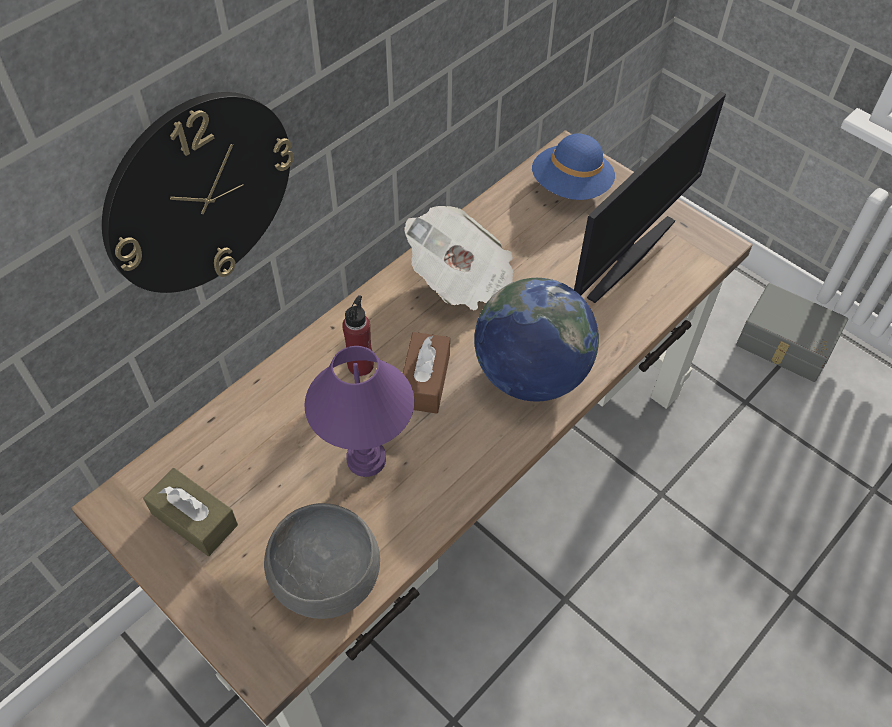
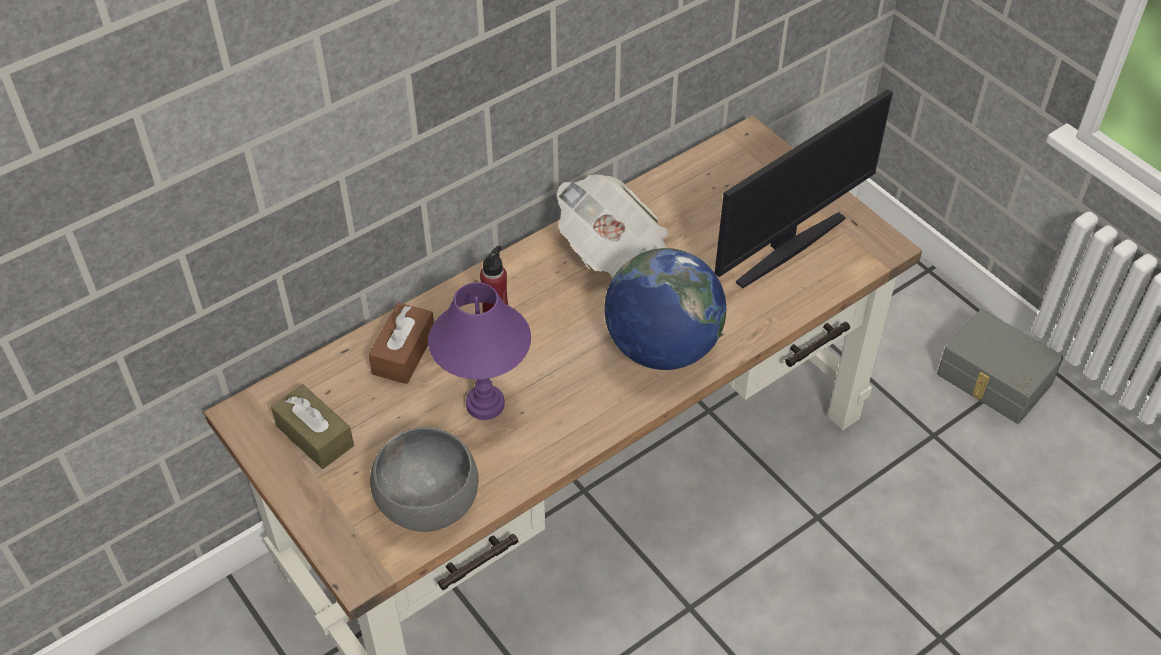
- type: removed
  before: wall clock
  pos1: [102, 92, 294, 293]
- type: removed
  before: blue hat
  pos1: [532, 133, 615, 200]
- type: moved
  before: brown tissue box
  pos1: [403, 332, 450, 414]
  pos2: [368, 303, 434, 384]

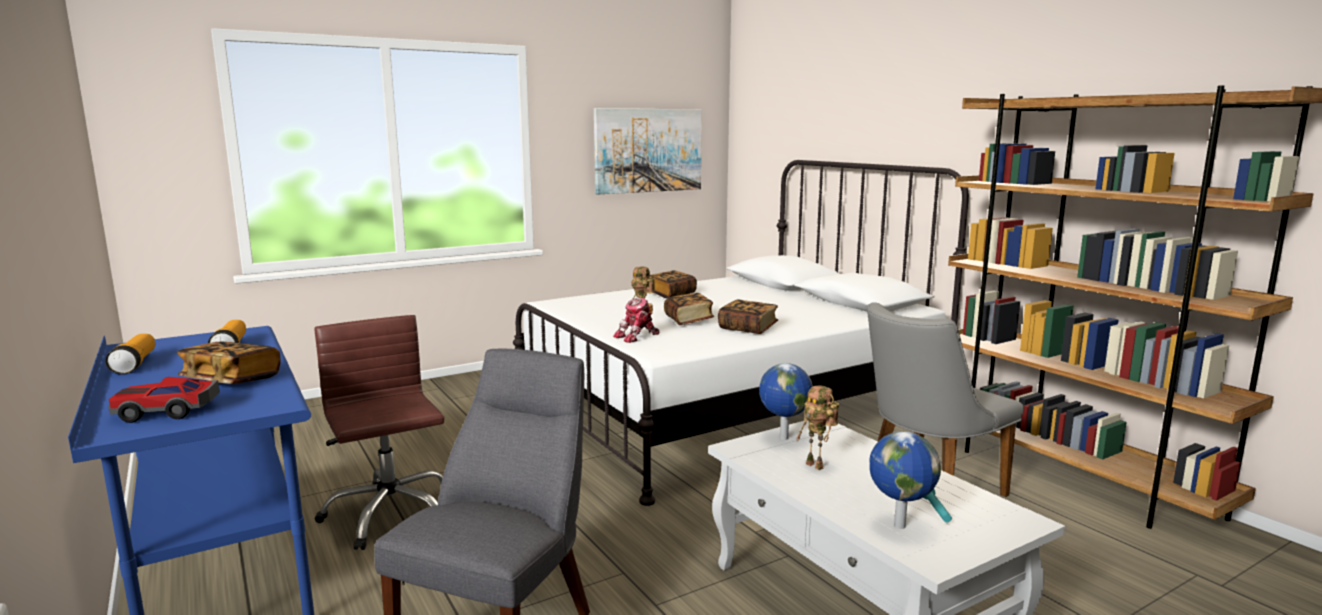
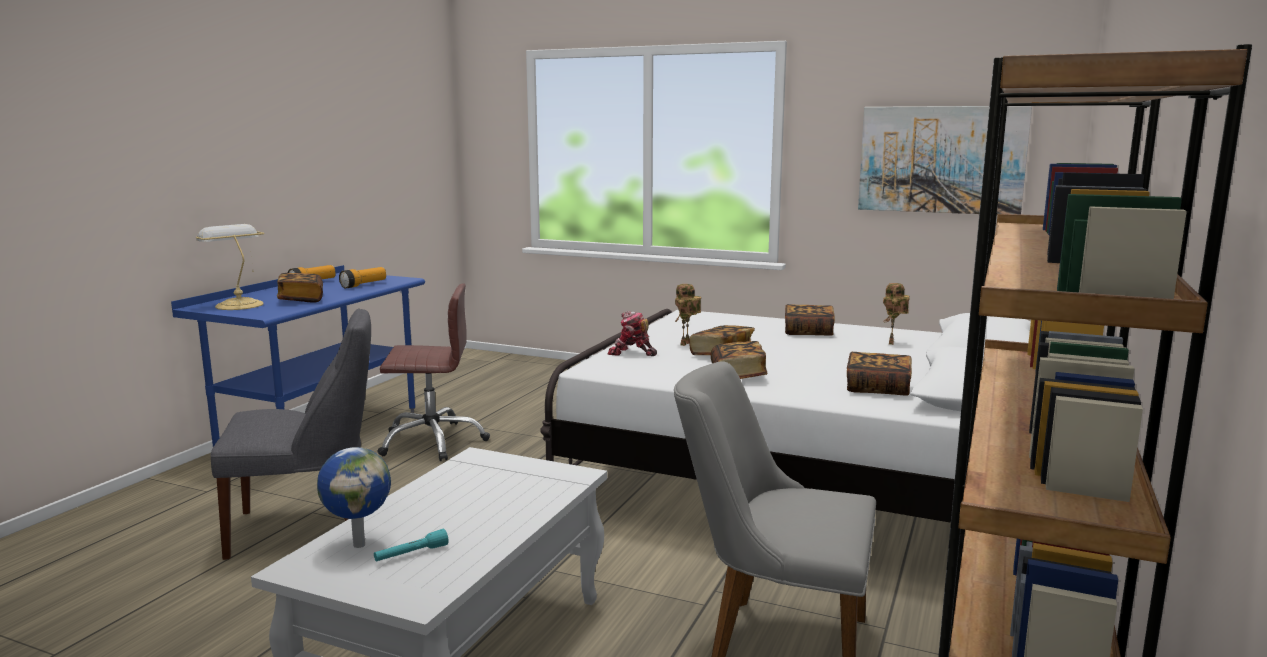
- type: removed
  before: globe
  pos1: [759, 363, 813, 440]
- type: added
  after: book
  pos2: [847, 352, 912, 396]
- type: moved
  before: toy robot
  pos1: [796, 386, 839, 470]
  pos2: [883, 283, 910, 345]
- type: replaced
  before: toy car
  after: table lamp
  pos1: [108, 377, 220, 423]
  pos2: [196, 224, 264, 310]
- type: turned
  before: brown office chair
  pos1: [314, 315, 444, 550]
  pos2: [377, 283, 490, 461]
  turn: 60

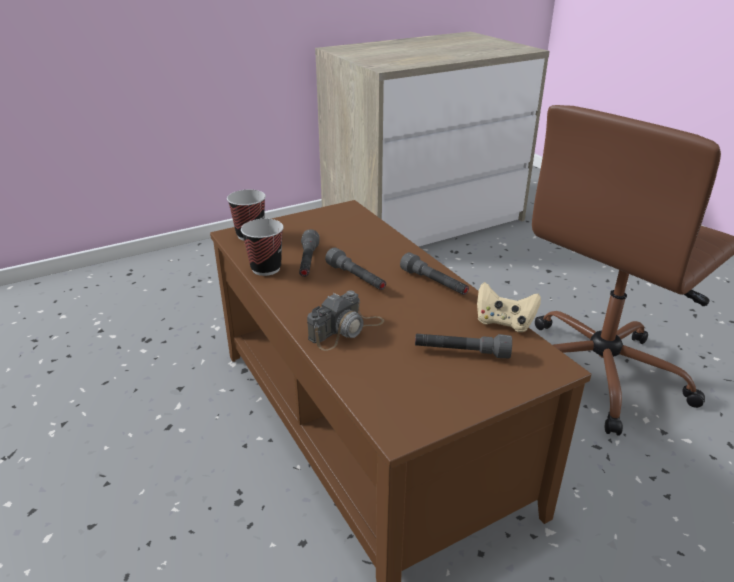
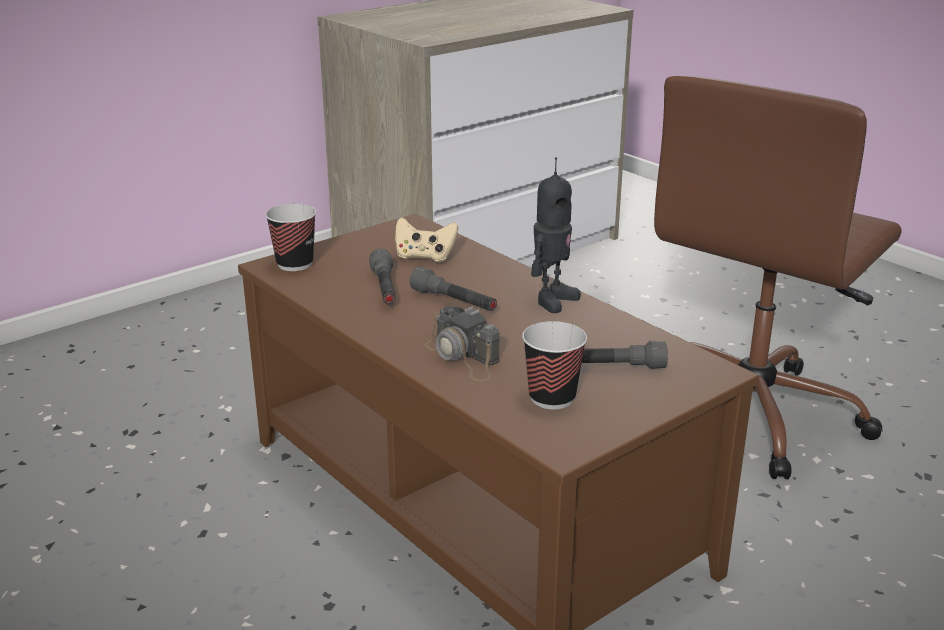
- type: moved
  before: cup
  pos1: [241, 219, 284, 276]
  pos2: [522, 321, 587, 409]
- type: moved
  before: beige game controller
  pos1: [477, 282, 541, 332]
  pos2: [395, 217, 458, 262]
- type: replaced
  before: grey flashlight
  after: toy robot
  pos1: [400, 252, 469, 295]
  pos2: [531, 157, 581, 313]
- type: turned
  before: photo camera
  pos1: [307, 290, 384, 351]
  pos2: [425, 306, 500, 381]
  turn: 105

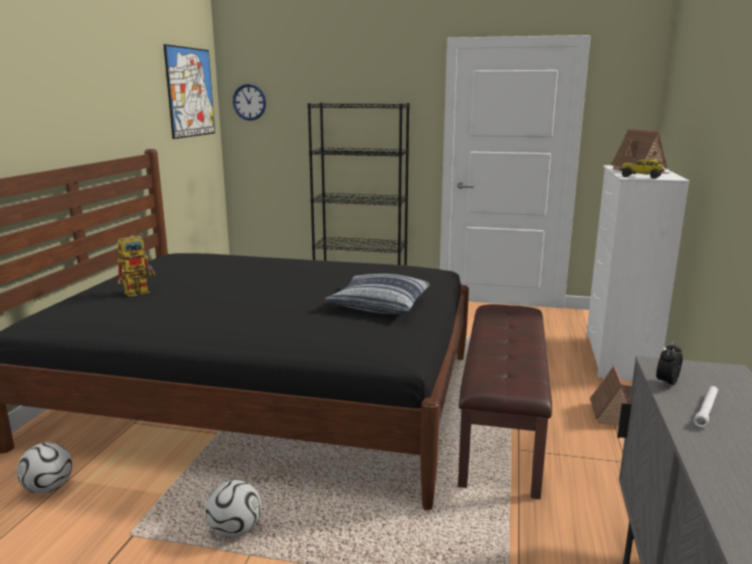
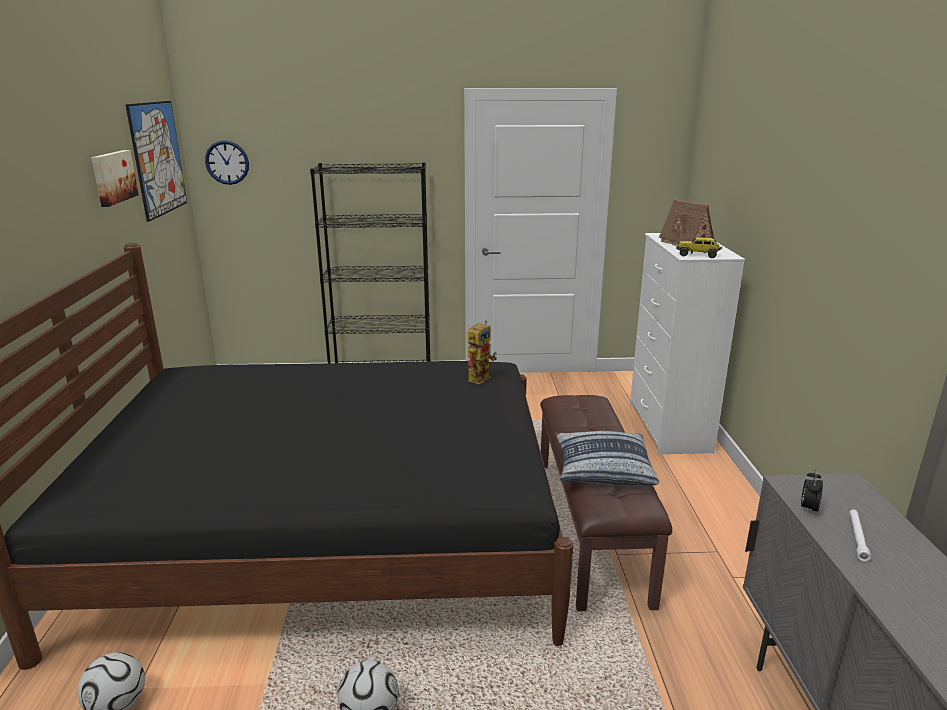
- type: removed
  before: toy house
  pos1: [590, 365, 632, 425]
- type: added
  after: picture
  pos2: [91, 150, 139, 207]
- type: moved
  before: toy robot
  pos1: [117, 233, 155, 297]
  pos2: [468, 320, 497, 384]
- type: moved
  before: pillow
  pos1: [323, 274, 430, 314]
  pos2: [555, 431, 659, 485]

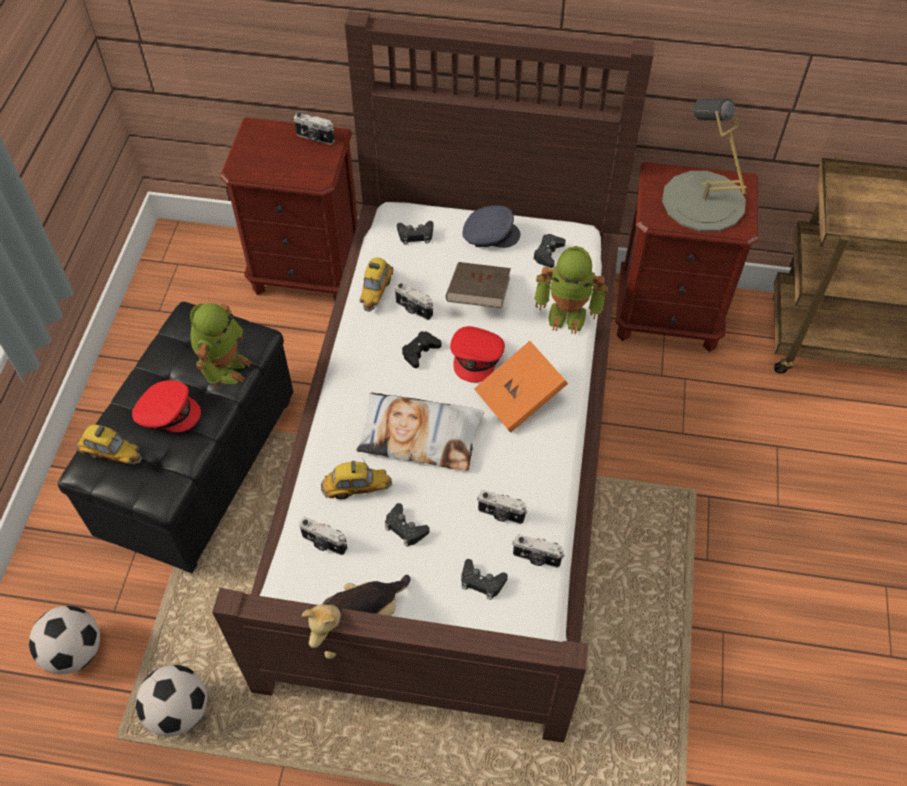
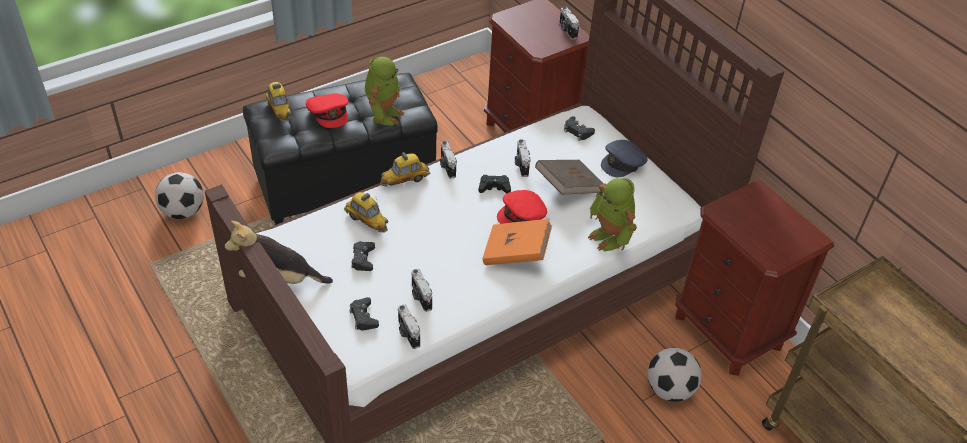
- type: removed
  before: pillow
  pos1: [356, 392, 484, 471]
- type: removed
  before: black game controller
  pos1: [533, 234, 566, 268]
- type: removed
  before: grey table lamp
  pos1: [662, 99, 747, 232]
- type: moved
  before: football
  pos1: [136, 665, 207, 737]
  pos2: [648, 348, 702, 402]
- type: moved
  before: photo camera
  pos1: [299, 517, 347, 555]
  pos2: [440, 141, 457, 179]
- type: moved
  before: toy car
  pos1: [360, 258, 393, 312]
  pos2: [380, 152, 431, 186]
- type: turned
  before: toy robot
  pos1: [190, 303, 251, 388]
  pos2: [365, 57, 404, 125]
  turn: -45
- type: turned
  before: grey cap
  pos1: [462, 205, 520, 248]
  pos2: [601, 140, 647, 177]
  turn: 90

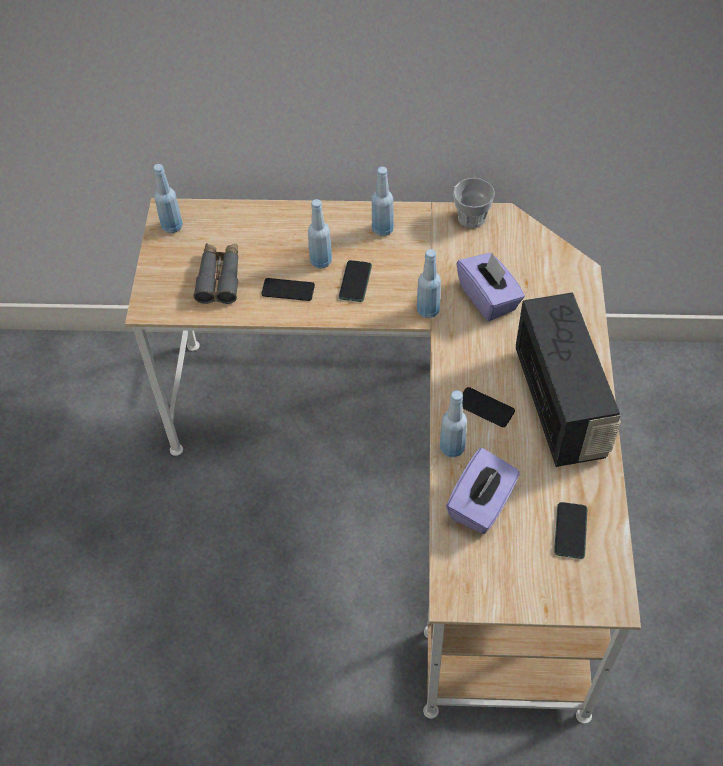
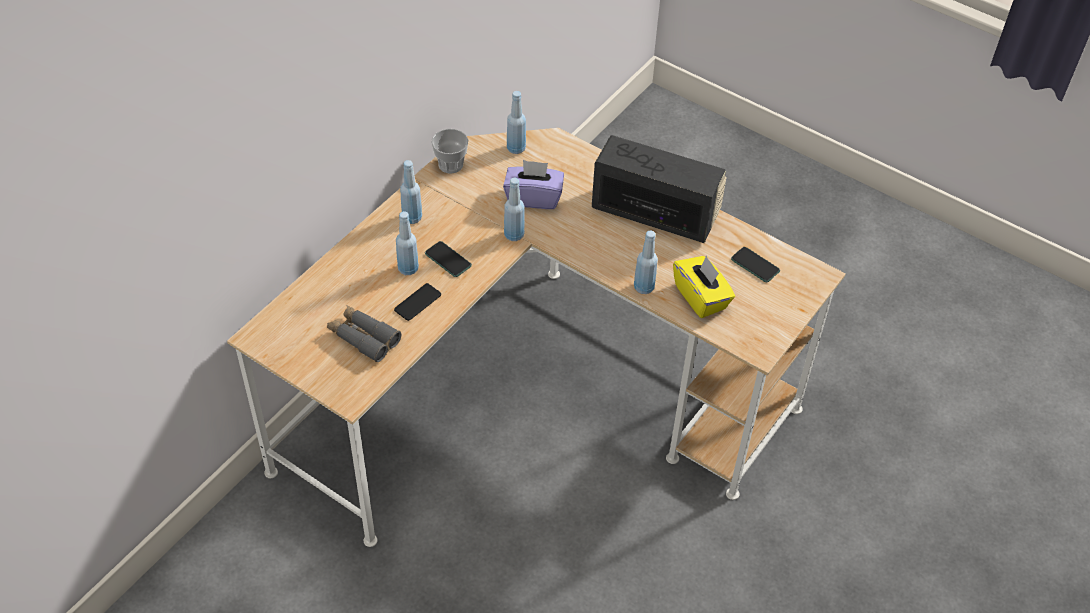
- type: removed
  before: phone
  pos1: [462, 387, 515, 427]
- type: moved
  before: blue bottle
  pos1: [153, 164, 183, 233]
  pos2: [507, 91, 526, 154]
- type: recoloured
  before: purple tissue box
  after: yellow tissue box
  pos1: [446, 448, 520, 534]
  pos2: [673, 255, 735, 318]

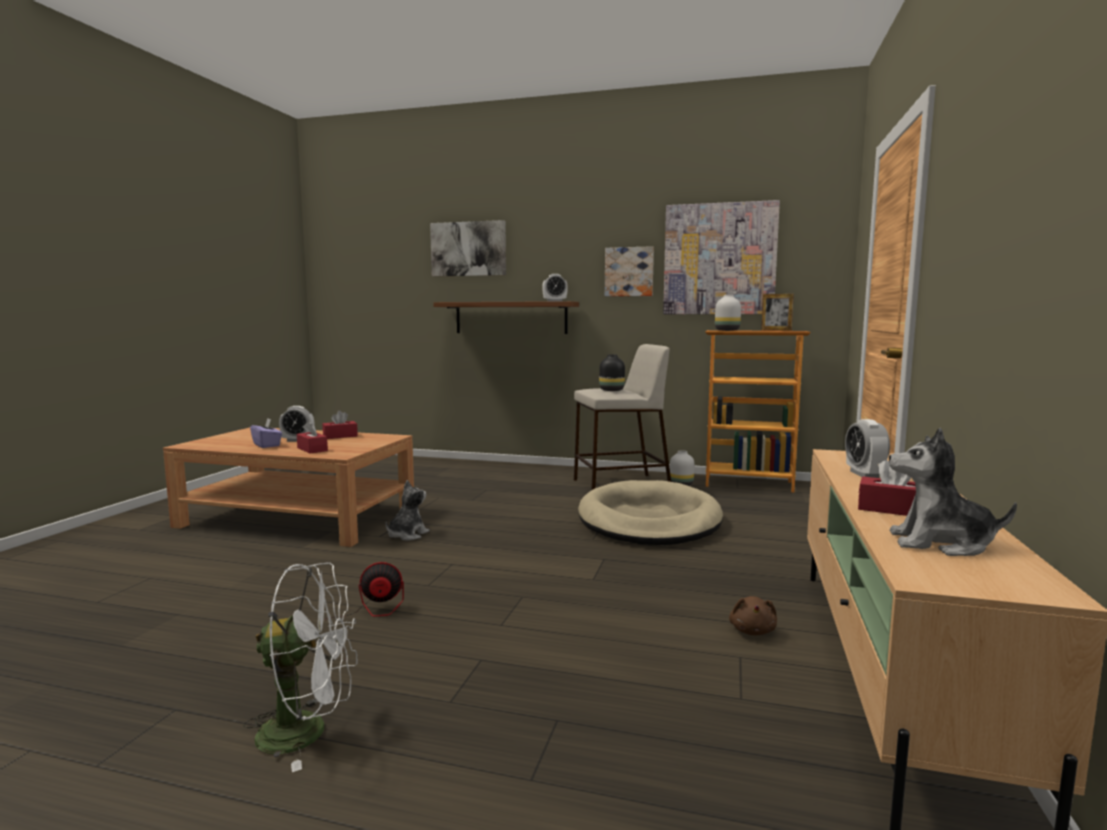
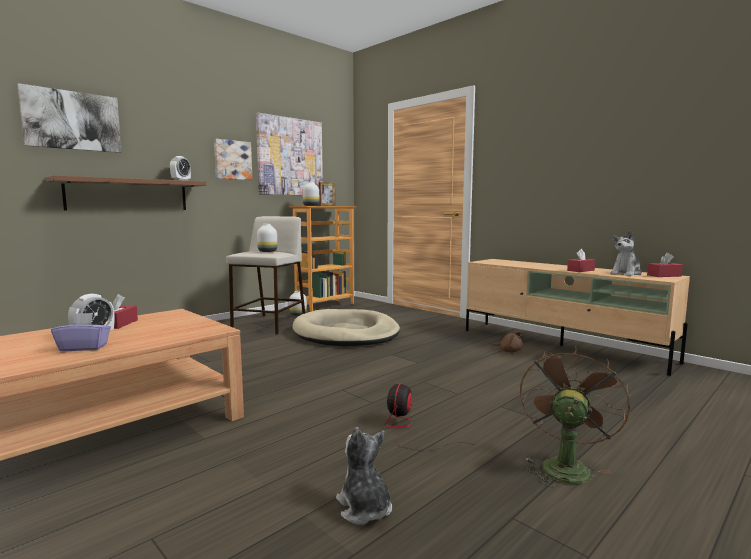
- type: removed
  before: alarm clock
  pos1: [845, 419, 890, 478]
- type: moved
  before: red tissue box
  pos1: [297, 421, 328, 453]
  pos2: [647, 252, 683, 277]
- type: moved
  before: plush toy
  pos1: [386, 480, 430, 541]
  pos2: [336, 427, 392, 525]
- type: recoloured
  before: white fan
  after: brown fan
  pos1: [244, 563, 357, 772]
  pos2: [520, 347, 630, 488]
- type: recoloured
  before: black vase
  after: white vase
  pos1: [599, 354, 625, 391]
  pos2: [257, 224, 277, 252]

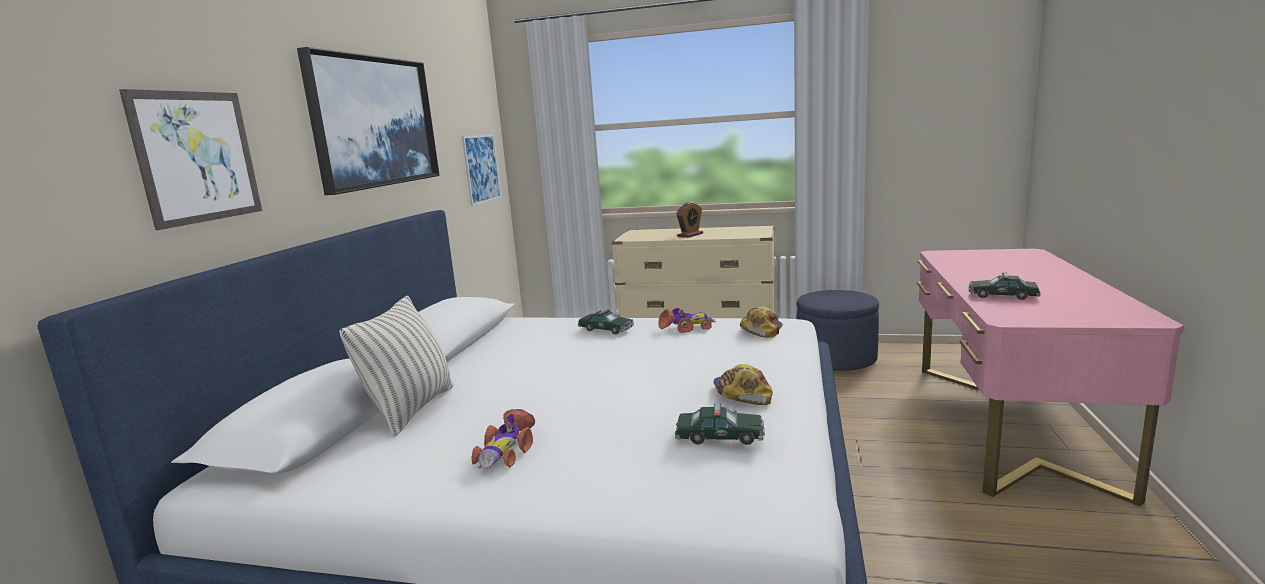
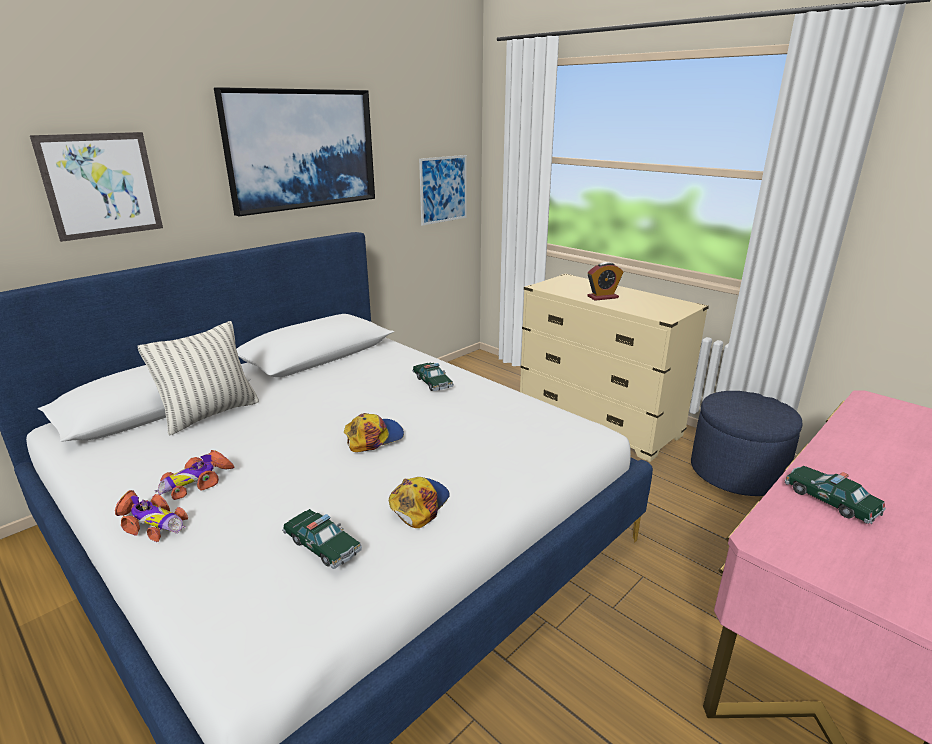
- type: moved
  before: toy car
  pos1: [658, 308, 716, 333]
  pos2: [115, 490, 188, 542]
- type: moved
  before: cap
  pos1: [740, 307, 783, 338]
  pos2: [344, 413, 404, 452]

